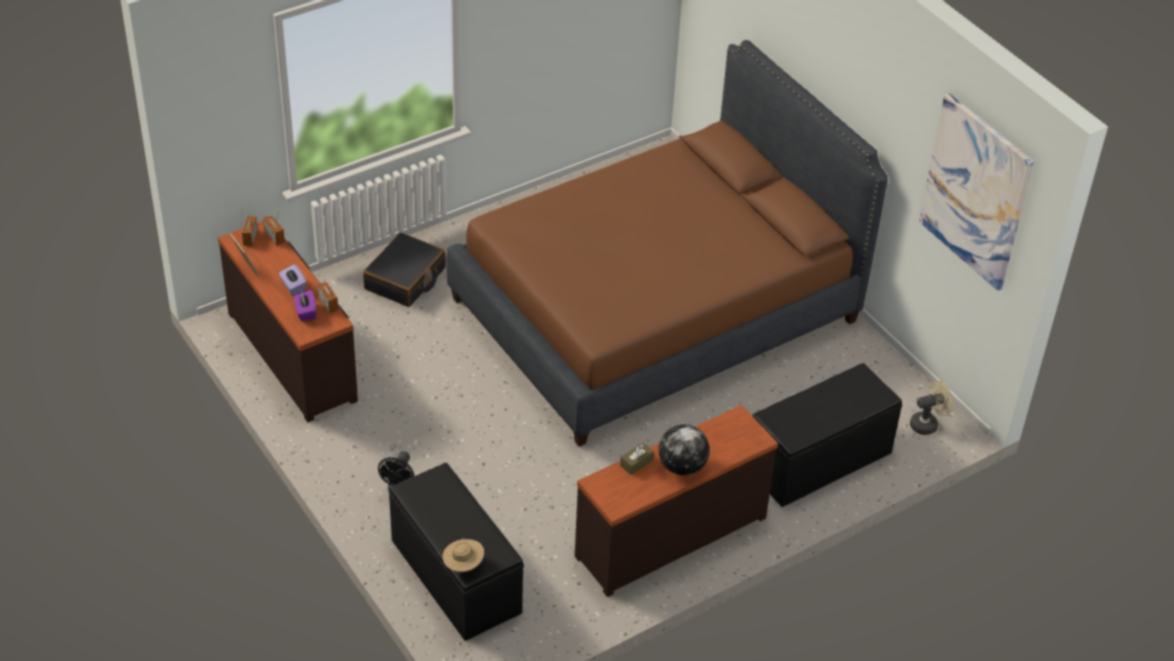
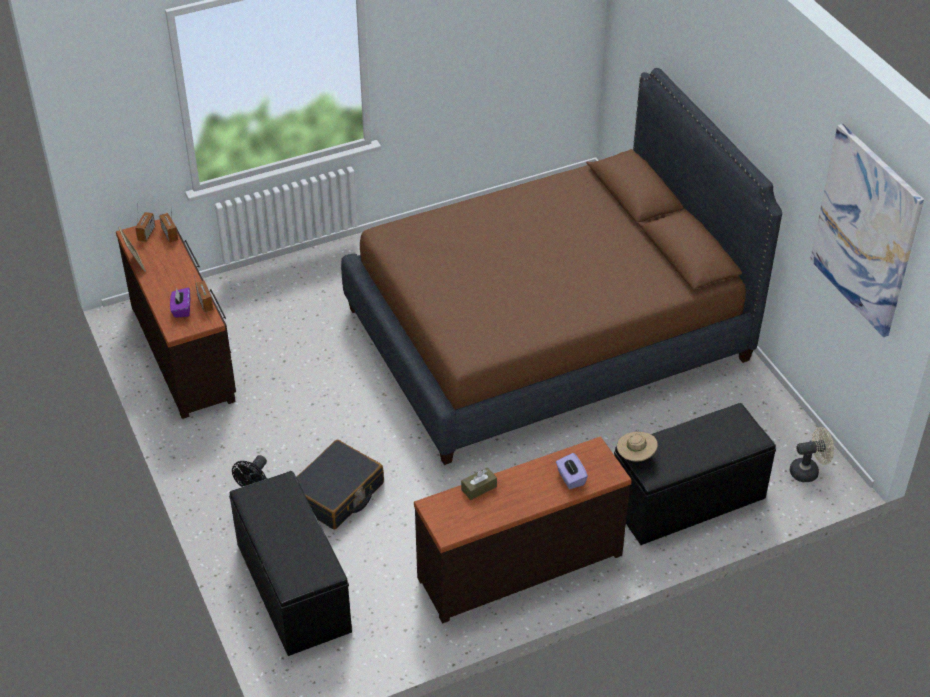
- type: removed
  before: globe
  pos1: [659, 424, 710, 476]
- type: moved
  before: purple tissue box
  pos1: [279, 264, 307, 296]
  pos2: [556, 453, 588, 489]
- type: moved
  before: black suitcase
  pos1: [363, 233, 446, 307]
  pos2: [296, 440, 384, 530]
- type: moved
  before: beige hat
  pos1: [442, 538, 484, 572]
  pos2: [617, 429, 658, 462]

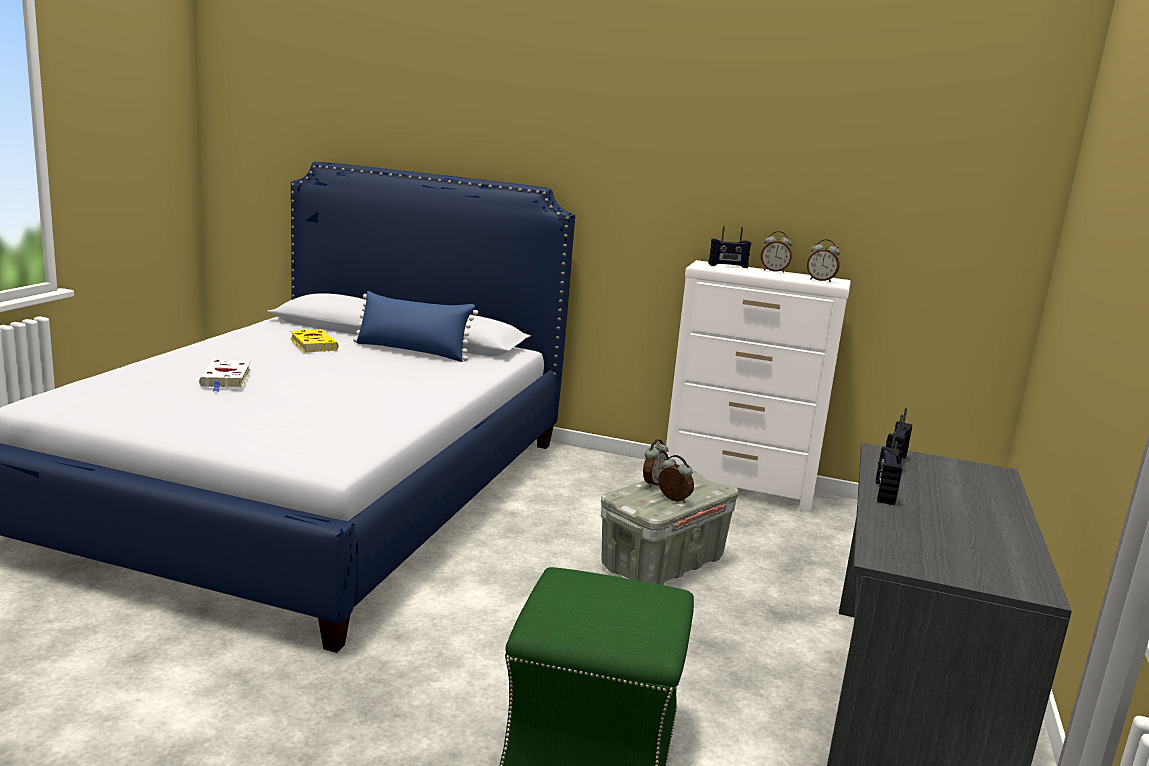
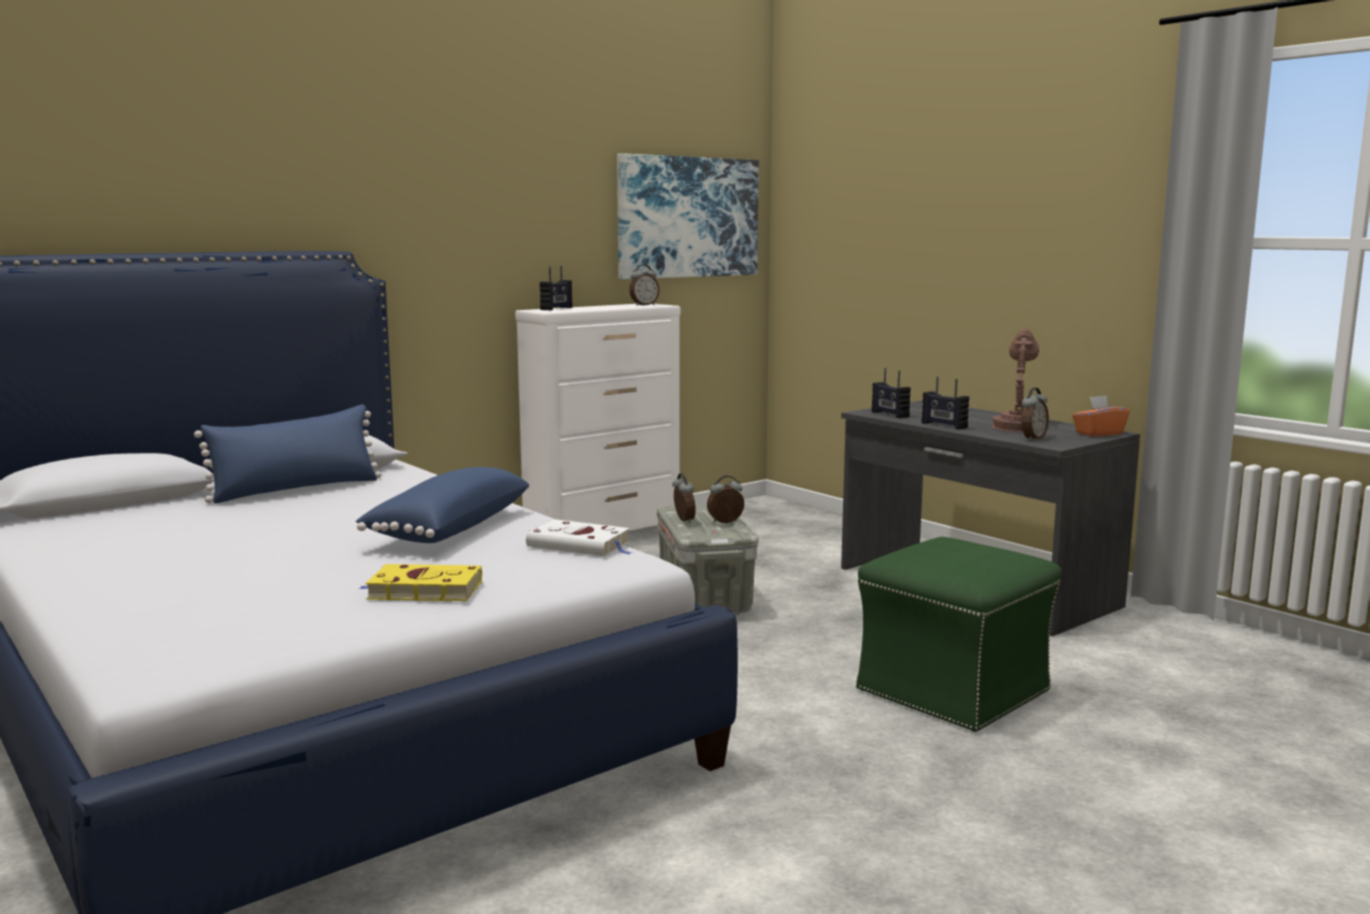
- type: added
  after: blue pillow
  pos2: [356, 467, 529, 543]
- type: added
  after: picture
  pos2: [617, 153, 759, 279]
- type: added
  after: brown table lamp
  pos2: [992, 328, 1039, 432]
- type: added
  after: orange tissue box
  pos2: [1072, 395, 1130, 437]
- type: moved
  before: white book
  pos1: [199, 359, 251, 392]
  pos2: [526, 519, 633, 556]
- type: moved
  before: yellow book
  pos1: [290, 329, 339, 353]
  pos2: [359, 564, 482, 601]
- type: moved
  before: alarm clock
  pos1: [761, 231, 792, 273]
  pos2: [1021, 388, 1049, 441]

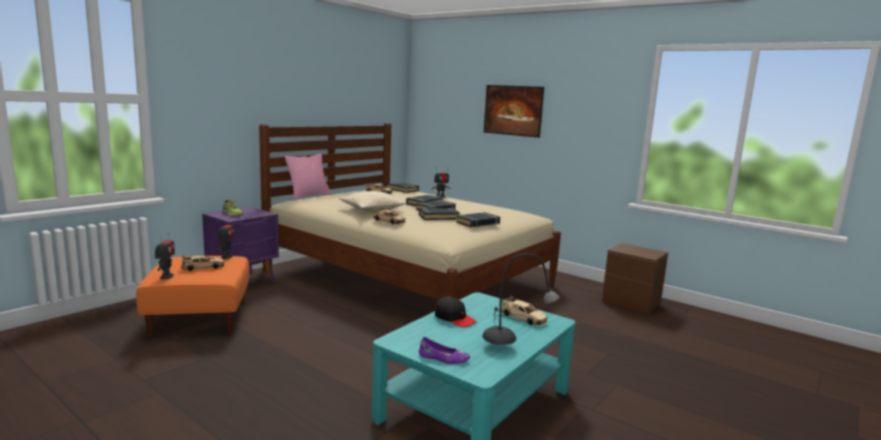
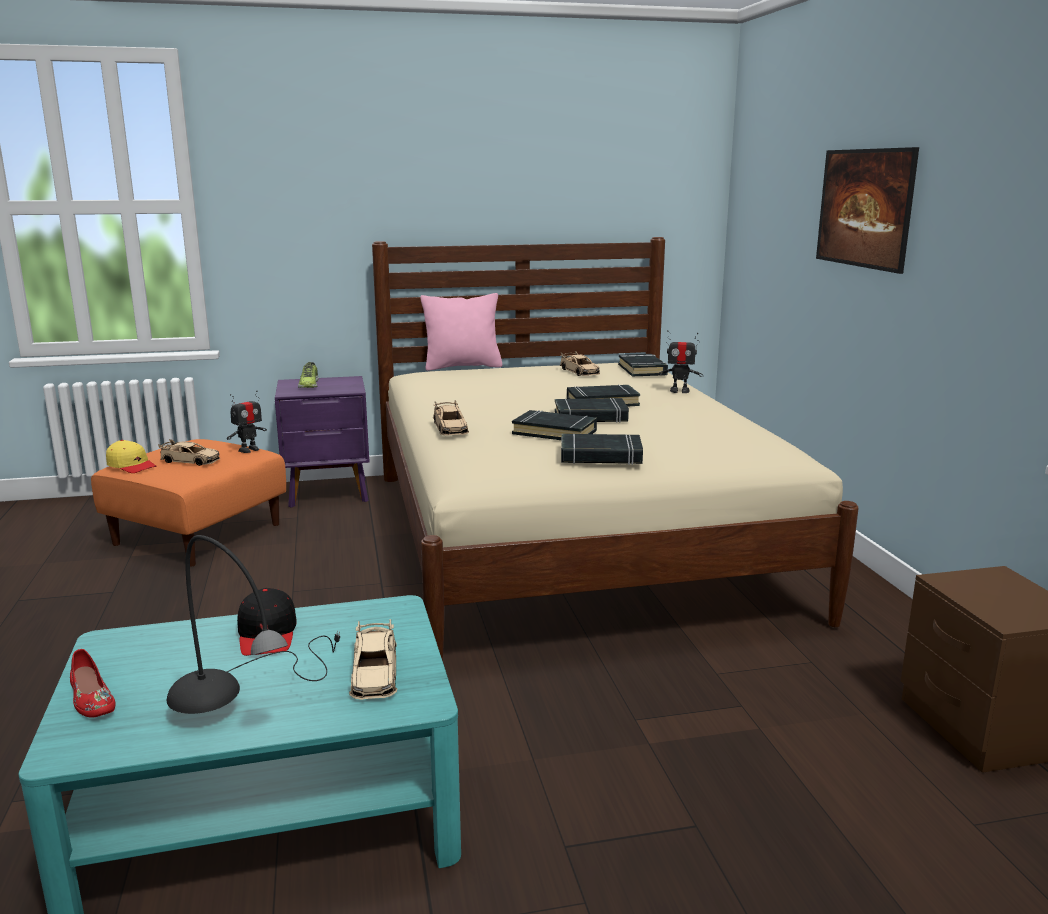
- type: removed
  before: beige pillow
  pos1: [339, 191, 406, 212]
- type: replaced
  before: toy robot
  after: yellow cap
  pos1: [155, 232, 175, 279]
  pos2: [106, 440, 157, 473]
- type: recoloured
  before: purple shoe
  after: red shoe
  pos1: [419, 337, 470, 364]
  pos2: [70, 649, 116, 718]

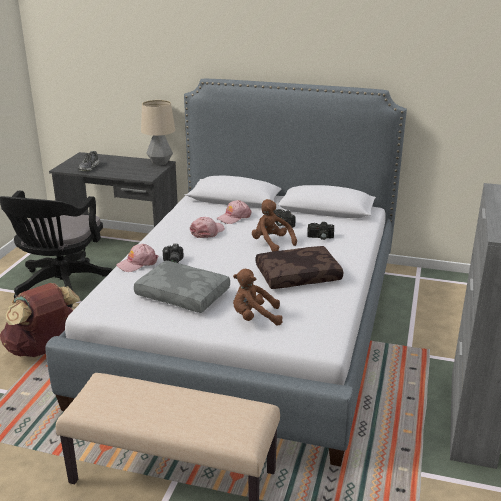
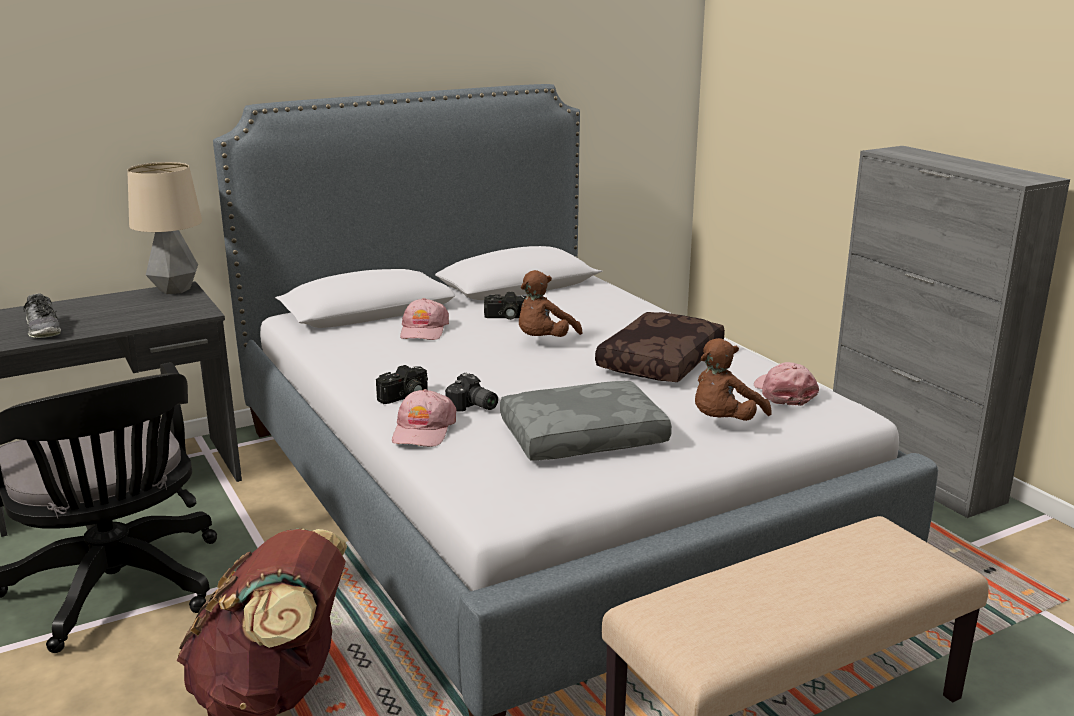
- type: moved
  before: pink cap
  pos1: [190, 217, 225, 238]
  pos2: [754, 362, 819, 406]
- type: moved
  before: photo camera
  pos1: [307, 222, 334, 240]
  pos2: [376, 365, 428, 404]
- type: turned
  before: brown plush toy
  pos1: [252, 199, 297, 252]
  pos2: [519, 270, 582, 337]
  turn: -60

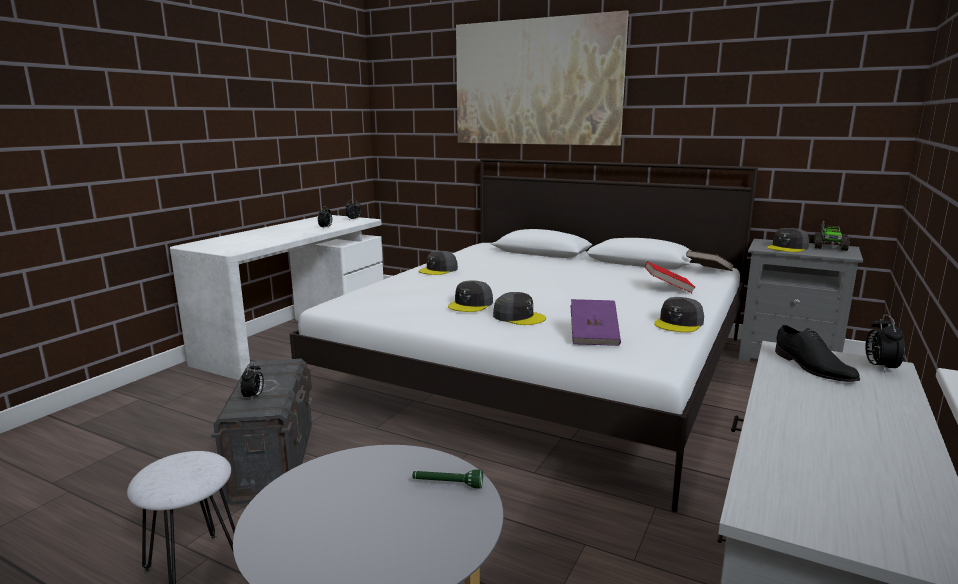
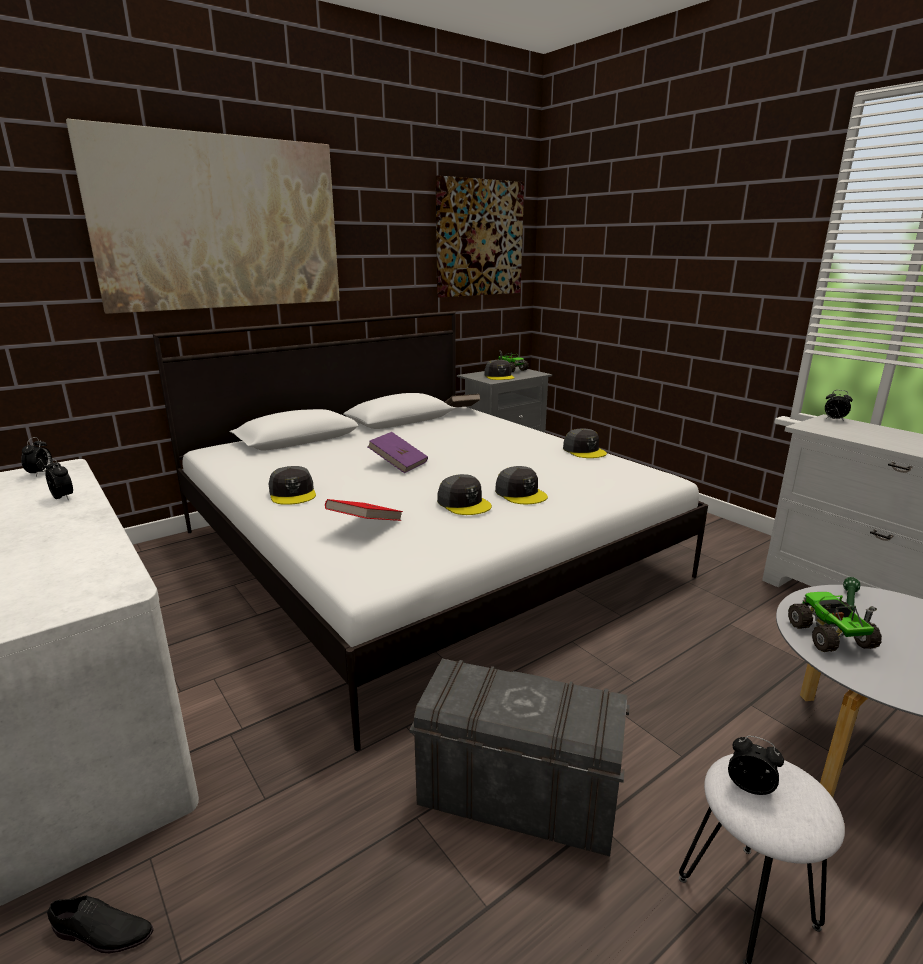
- type: added
  after: picture
  pos2: [436, 175, 524, 298]
- type: added
  after: toy truck
  pos2: [788, 592, 882, 652]
- type: moved
  before: alarm clock
  pos1: [240, 362, 264, 401]
  pos2: [728, 736, 784, 795]
- type: moved
  before: purple book
  pos1: [570, 299, 621, 346]
  pos2: [367, 432, 428, 473]
- type: moved
  before: red book
  pos1: [645, 262, 696, 293]
  pos2: [325, 499, 403, 521]
- type: moved
  before: black shoe
  pos1: [775, 325, 860, 382]
  pos2: [47, 895, 154, 953]
- type: turned
  before: grey cap
  pos1: [493, 292, 546, 325]
  pos2: [495, 466, 548, 504]
  turn: 90

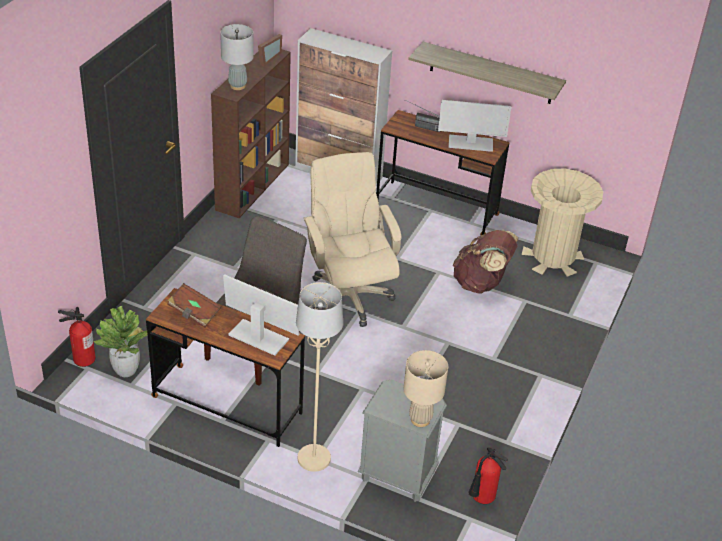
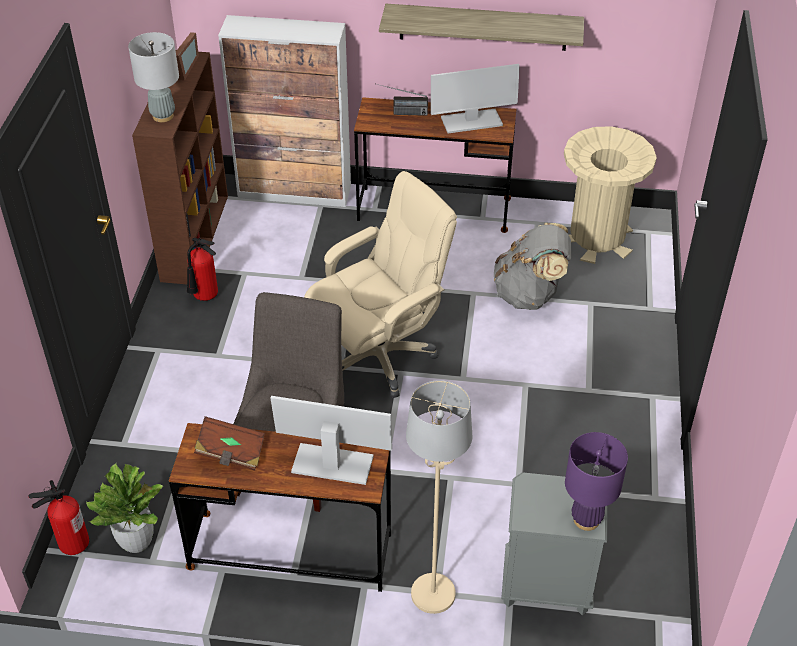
- type: moved
  before: fire extinguisher
  pos1: [468, 447, 508, 504]
  pos2: [187, 237, 218, 301]
- type: recoloured
  before: beige table lamp
  after: purple table lamp
  pos1: [404, 350, 448, 427]
  pos2: [565, 432, 628, 531]
- type: recoloured
  before: brown backpack
  after: grey backpack
  pos1: [453, 230, 518, 294]
  pos2: [494, 223, 571, 310]
- type: turned
  before: beige office chair
  pos1: [304, 152, 402, 327]
  pos2: [304, 171, 457, 398]
  turn: 90

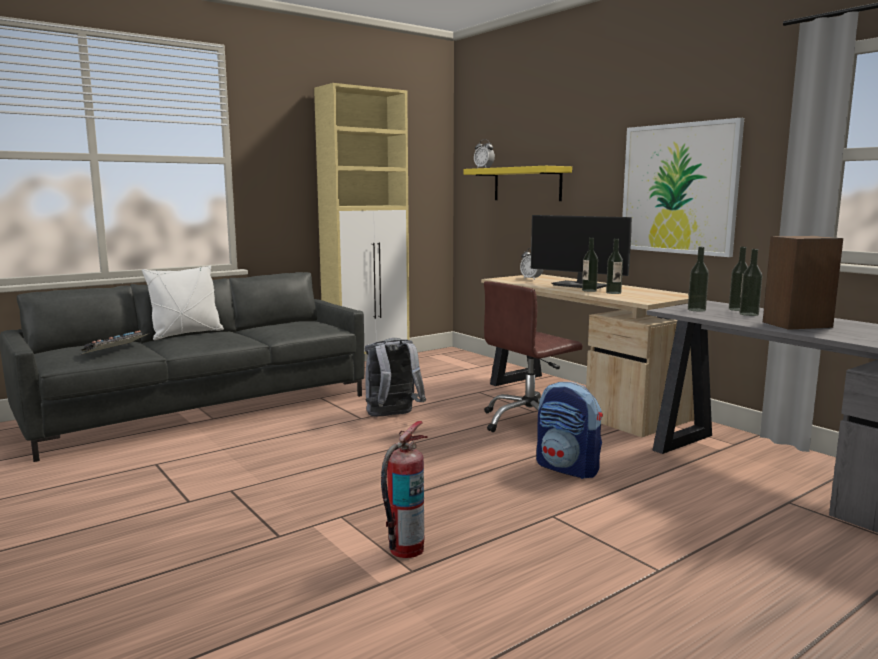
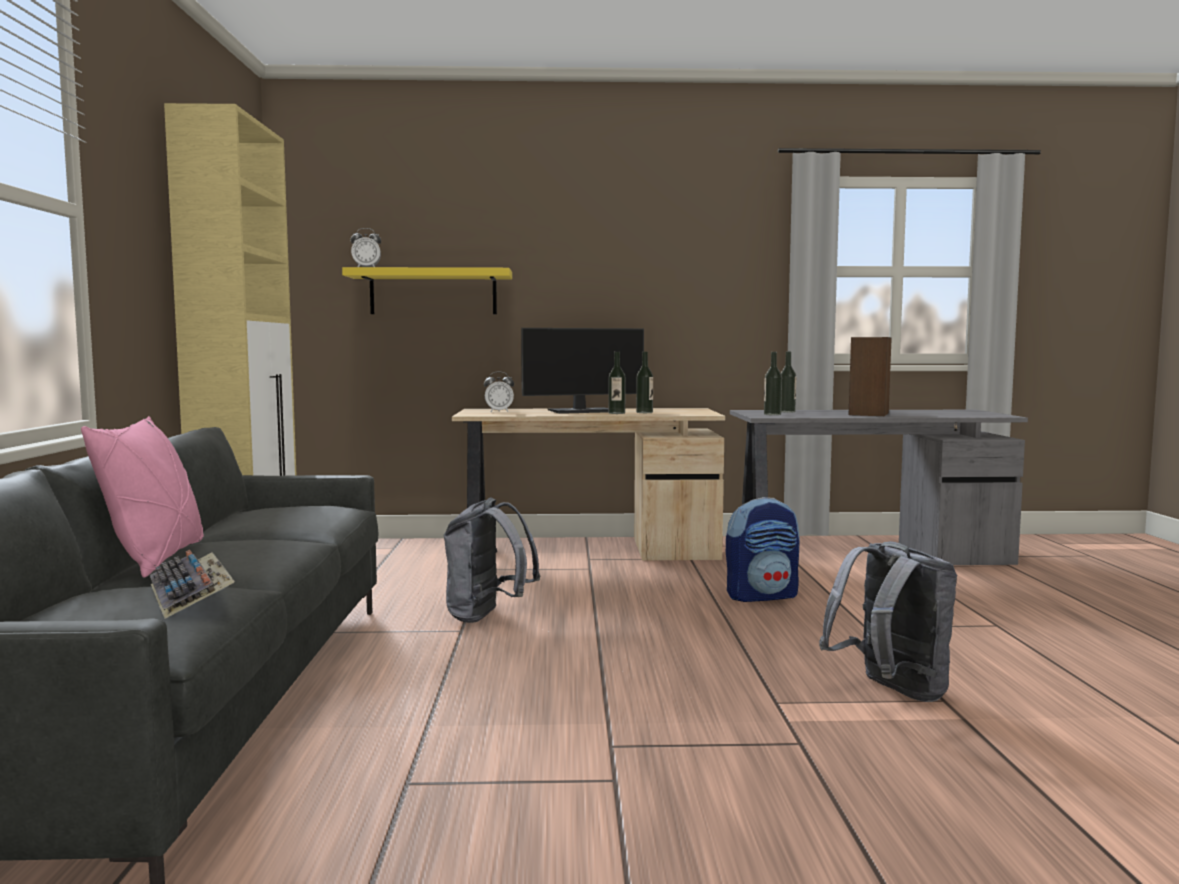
- type: removed
  before: brown office chair
  pos1: [484, 281, 583, 432]
- type: removed
  before: picture
  pos1: [622, 118, 744, 257]
- type: removed
  before: bottle
  pos1: [740, 249, 762, 316]
- type: replaced
  before: fire extinguisher
  after: grey backpack
  pos1: [381, 421, 428, 558]
  pos2: [819, 541, 957, 702]
- type: recoloured
  before: white pillow
  after: pink pillow
  pos1: [142, 265, 224, 340]
  pos2: [81, 416, 204, 577]

